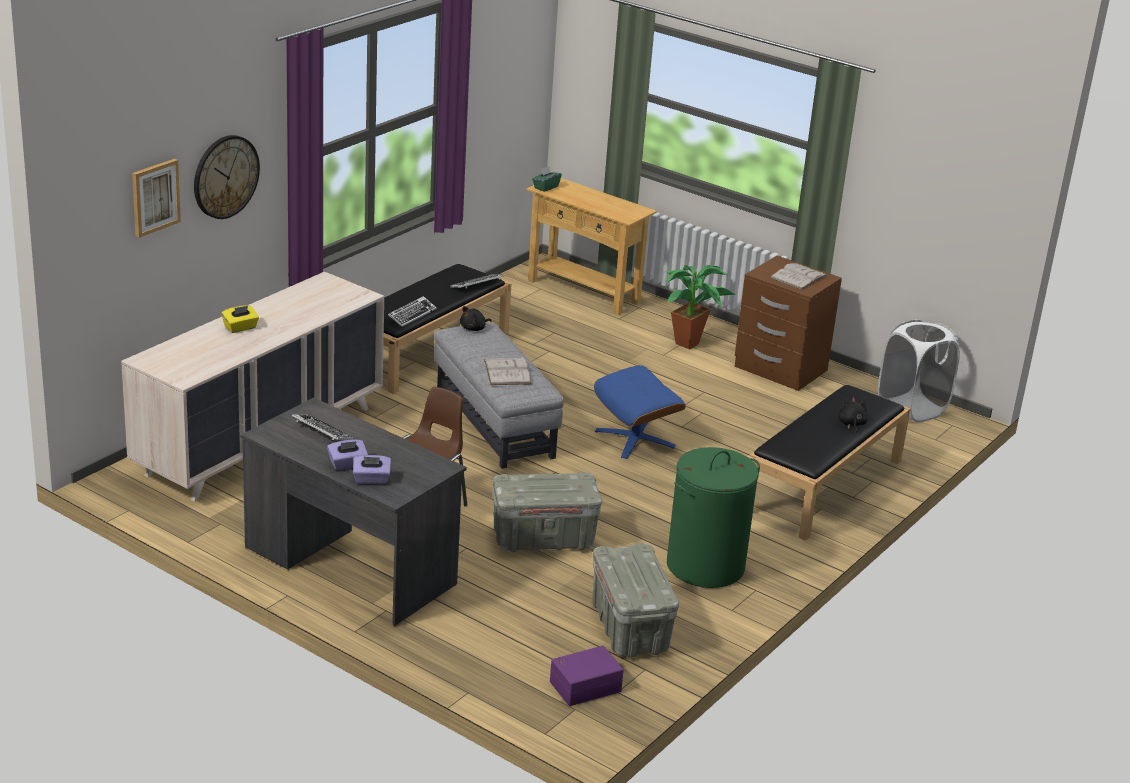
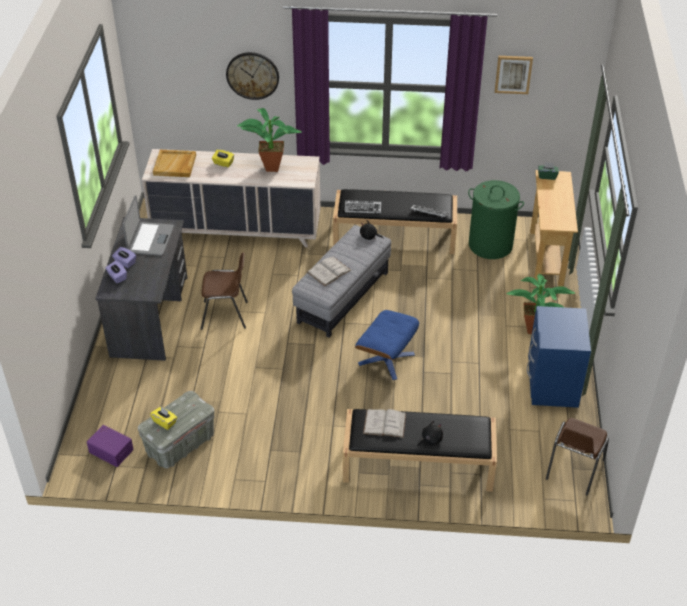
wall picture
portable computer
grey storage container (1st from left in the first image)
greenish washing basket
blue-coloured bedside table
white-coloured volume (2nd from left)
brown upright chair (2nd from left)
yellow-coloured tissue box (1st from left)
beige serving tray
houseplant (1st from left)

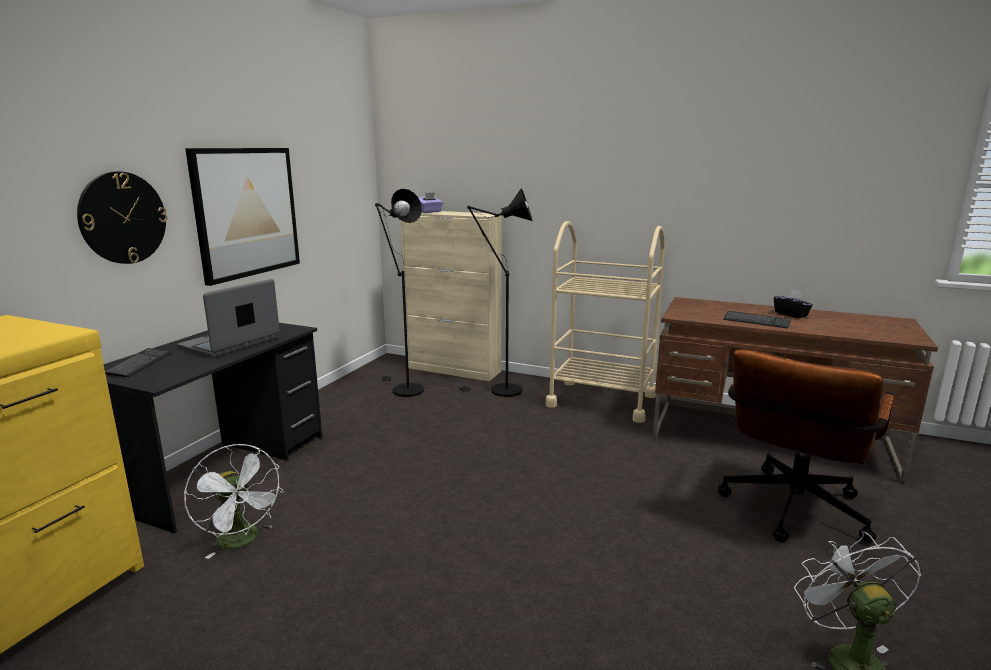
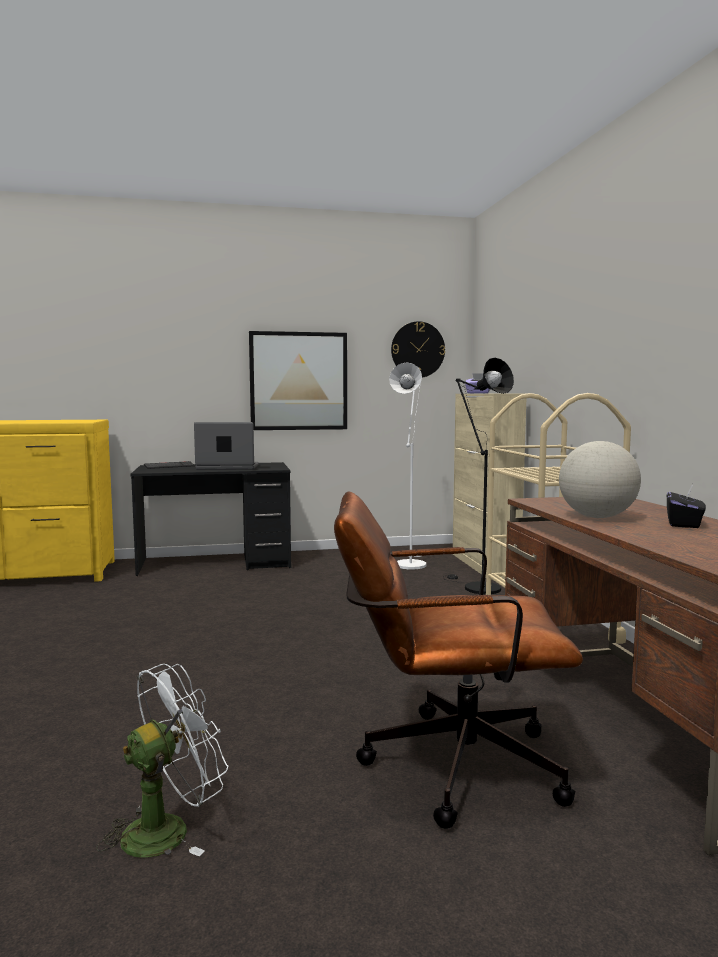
clock on the wall
white-coloured cooling fan (1st from left in the first image)
white-coloured floor lamp
desk globe

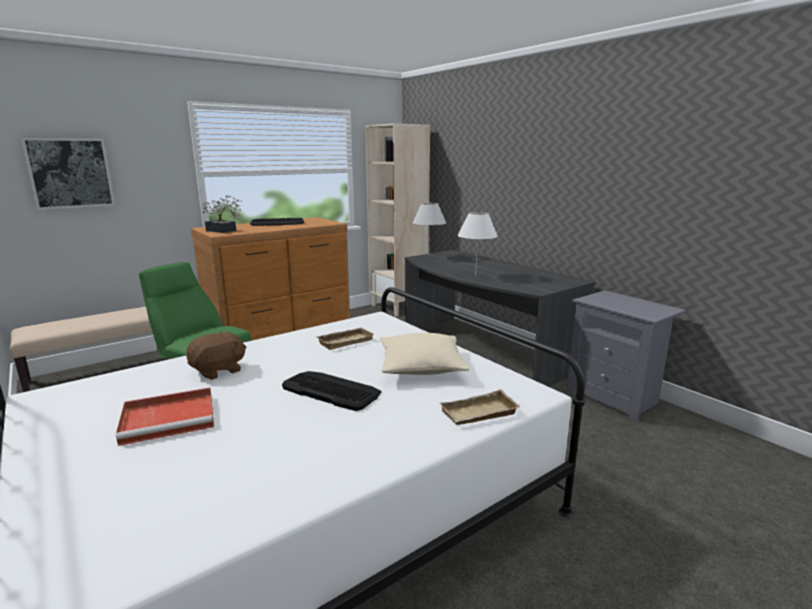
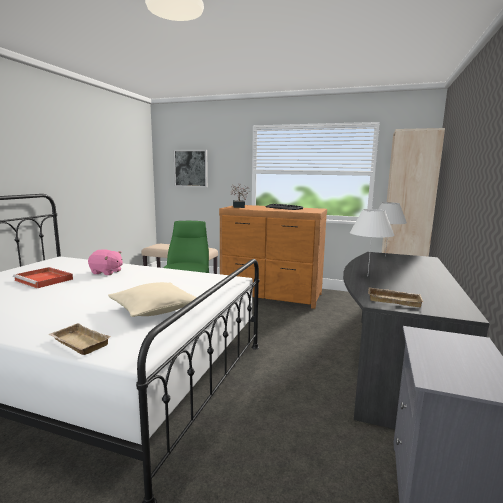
pink plush toy
PC keyboard (2nd from left in the first image)
beige serving tray (2nd from left)

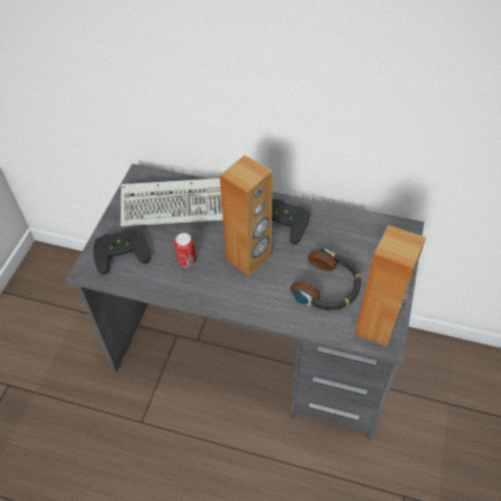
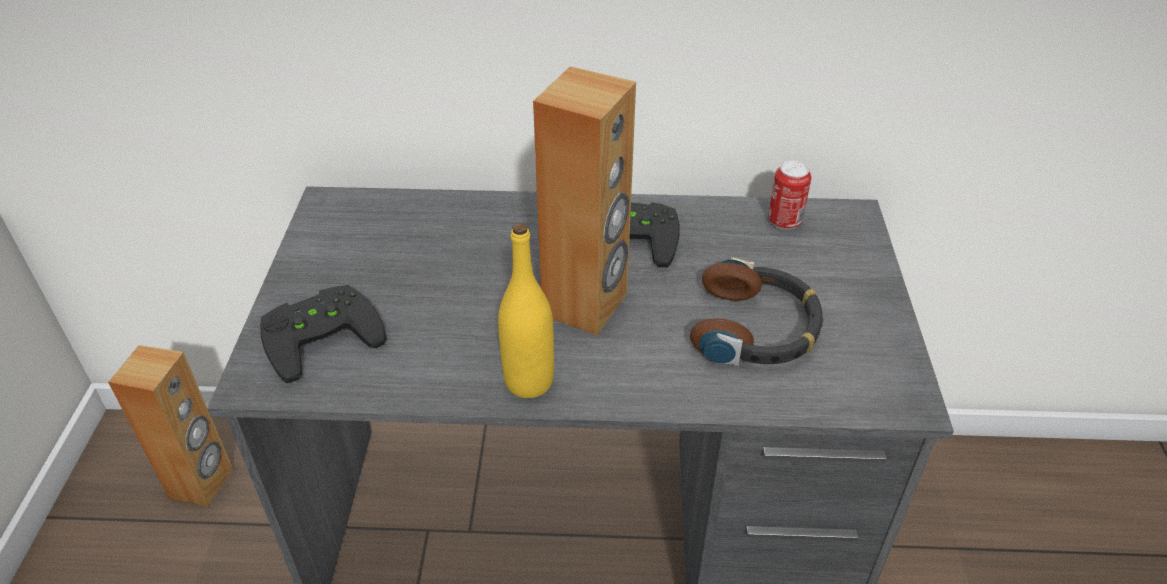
PC keyboard
sealed can
brown speaker (1st from left)
yellow-coloured bottle

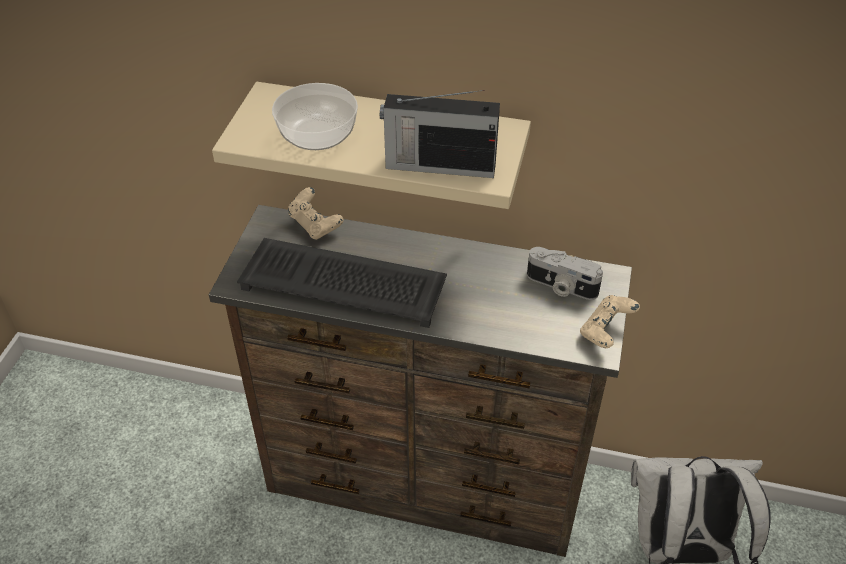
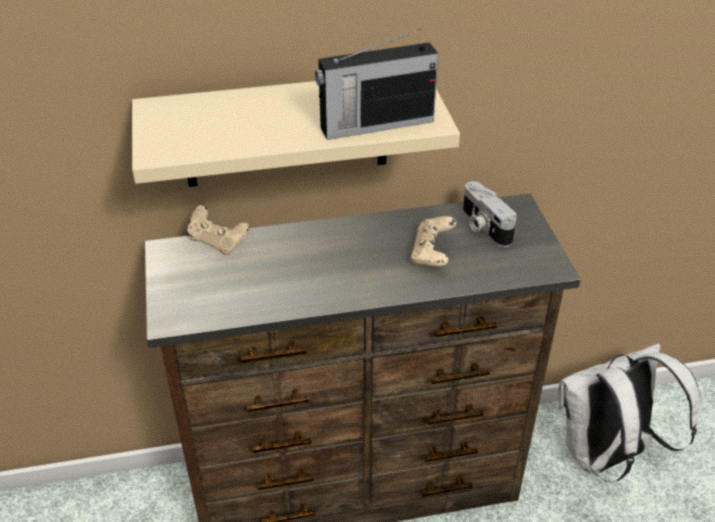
PC keyboard
deep dish
photo camera
beige gamepad (2nd from left)

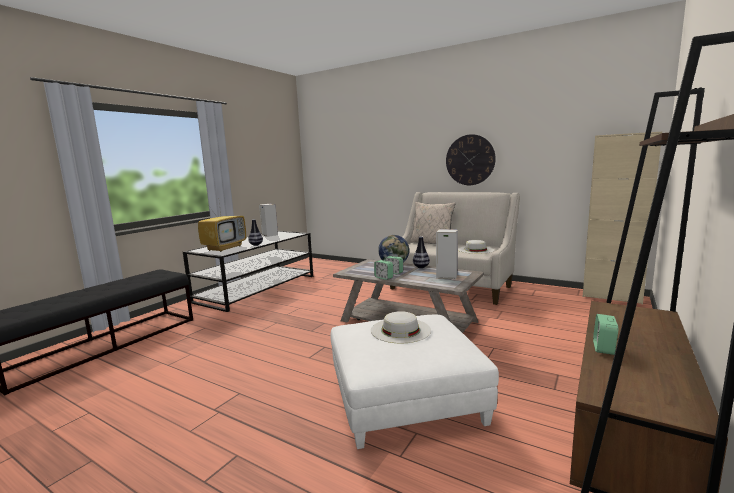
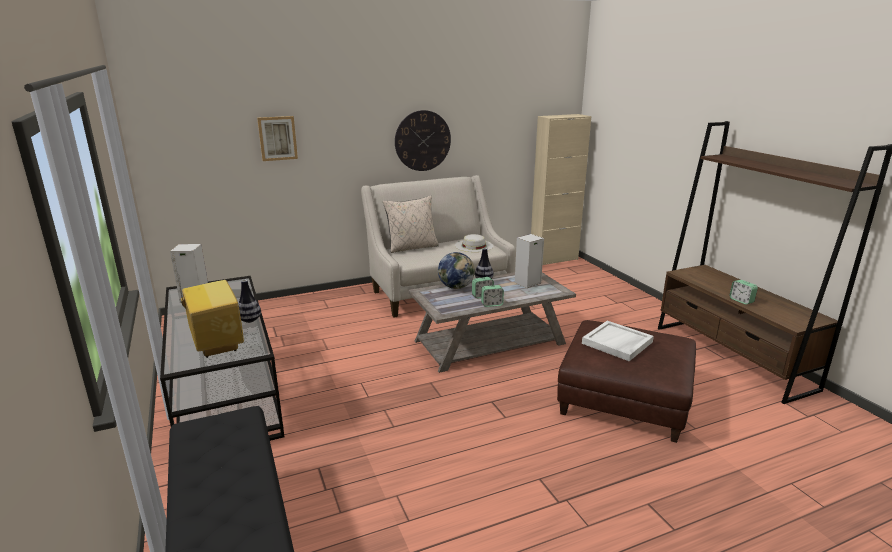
brown pouffe
white-coloured serving tray
wall picture

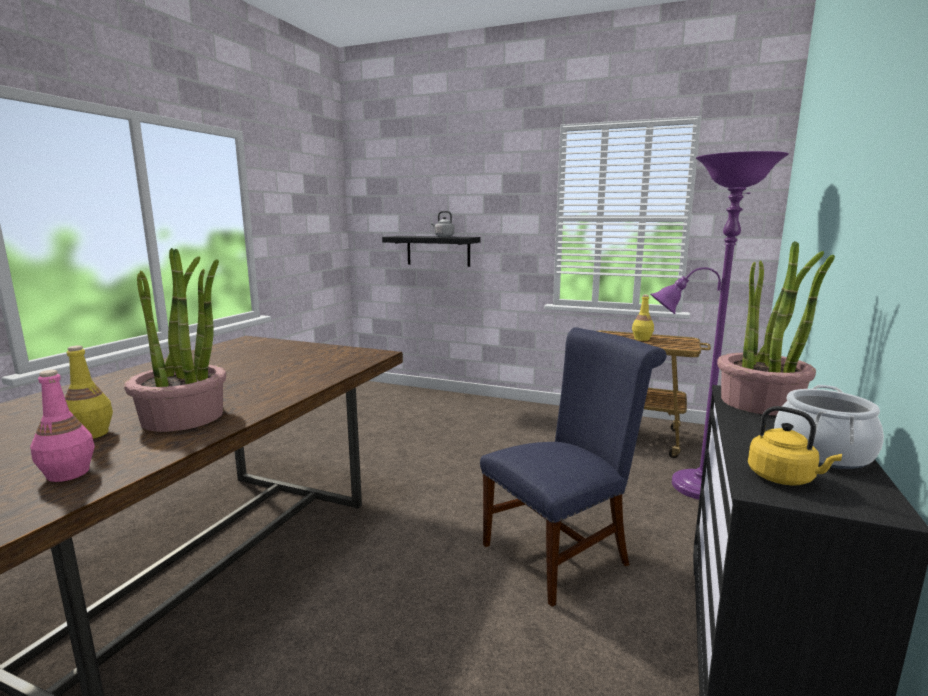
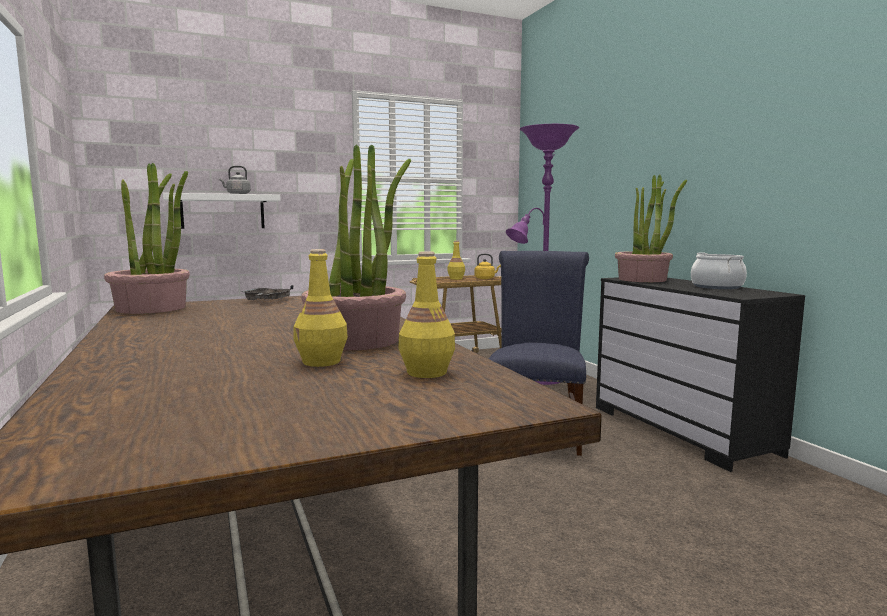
yellow-coloured bottle (2nd from left)
white-coloured shelf
yellow-coloured tea kettle
houseplant (1st from left)
grey serving tray

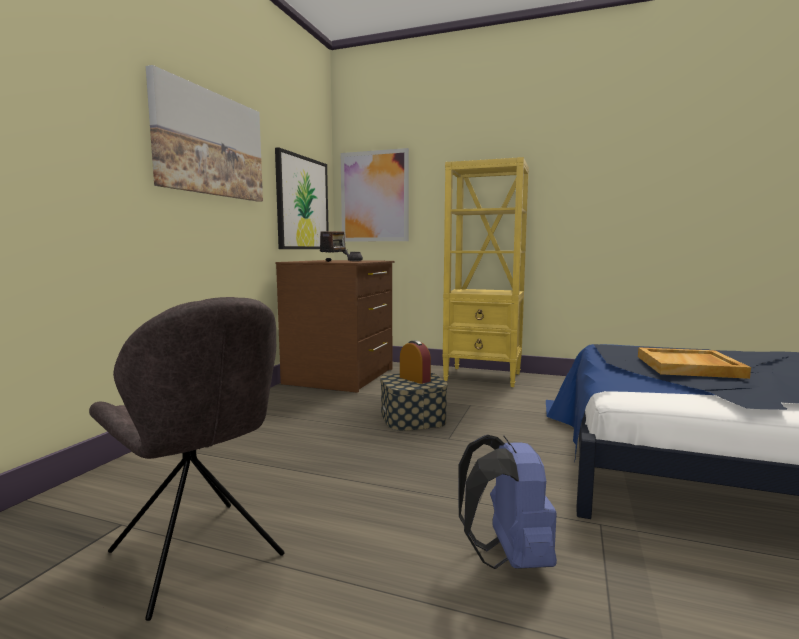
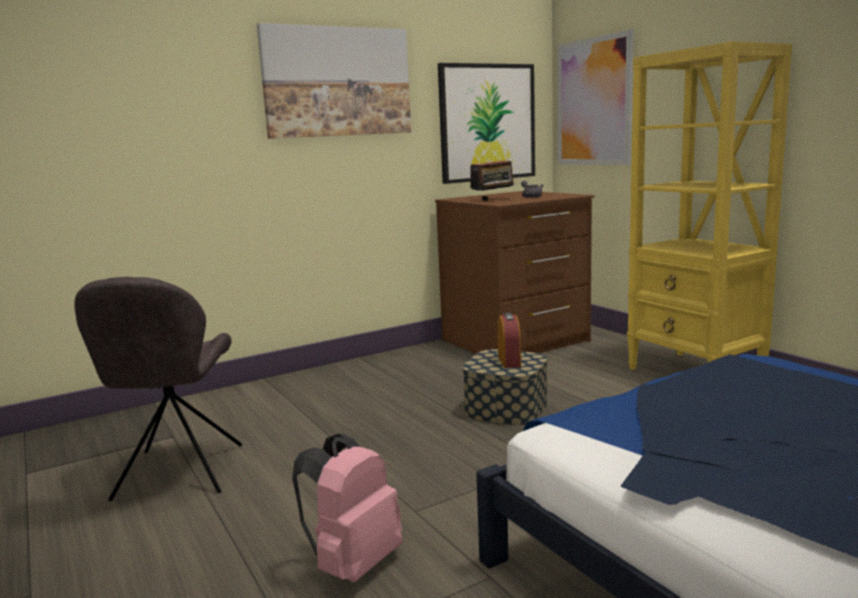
pink backpack
beige serving tray

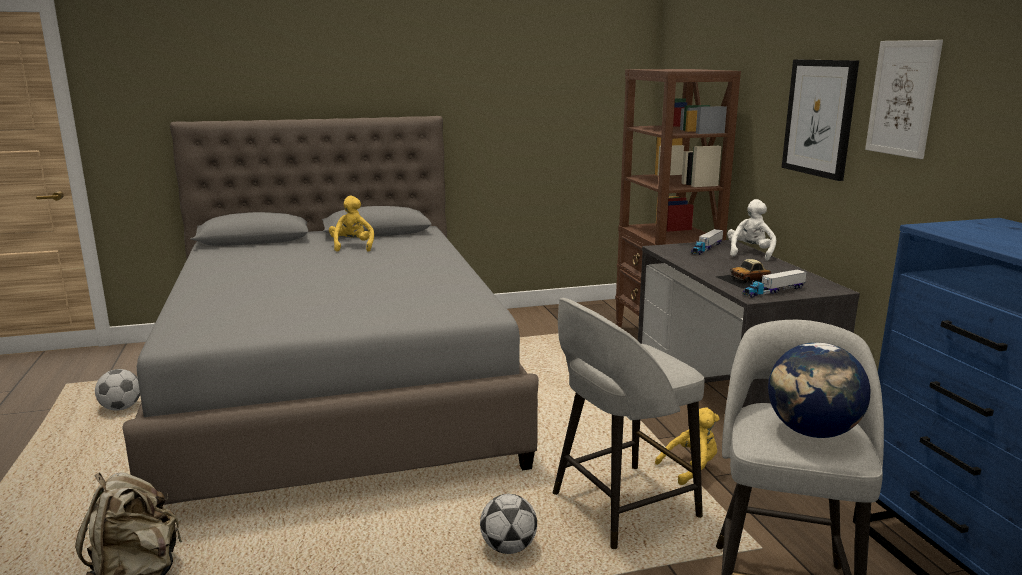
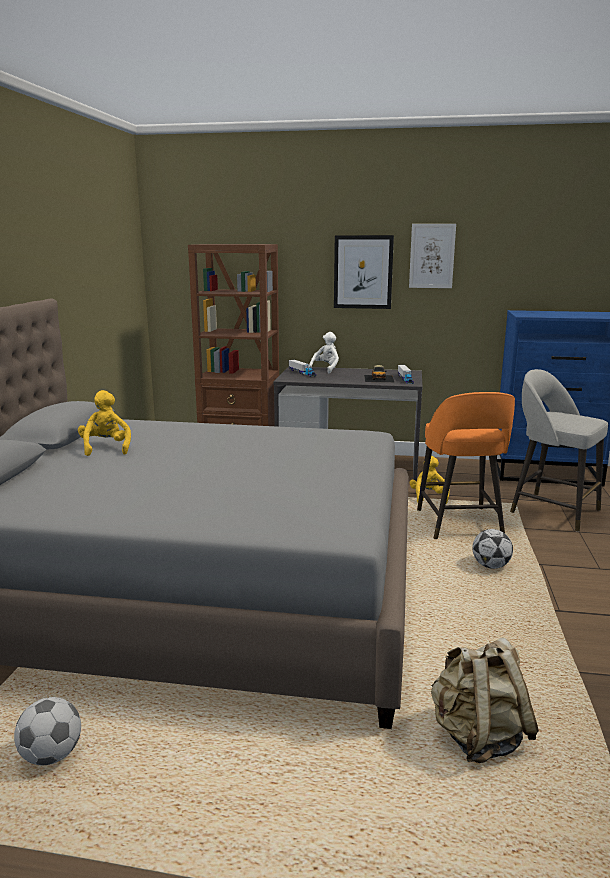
yellow-coloured plush toy (1st from left)
orange sitting stool
white-coloured plush toy
desk globe

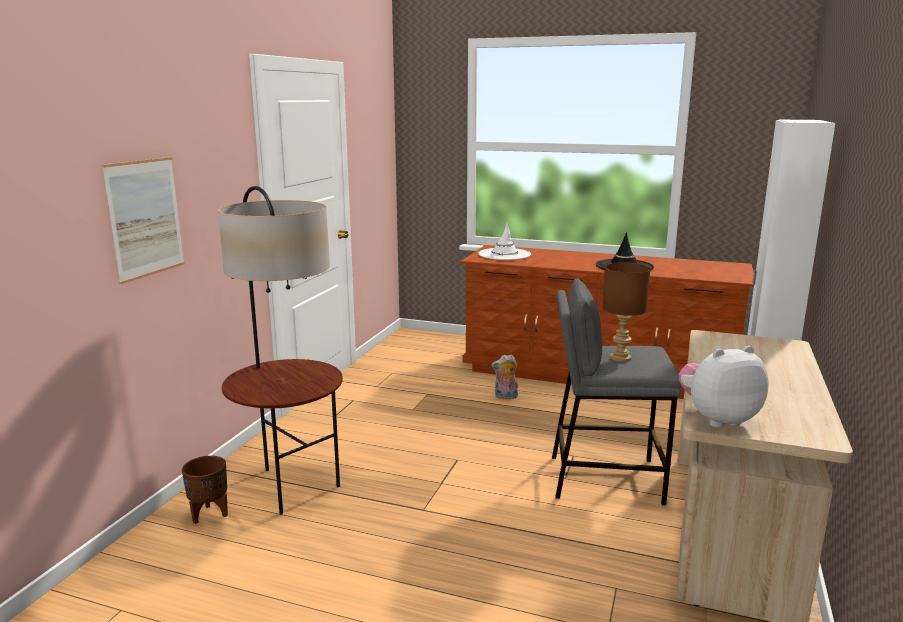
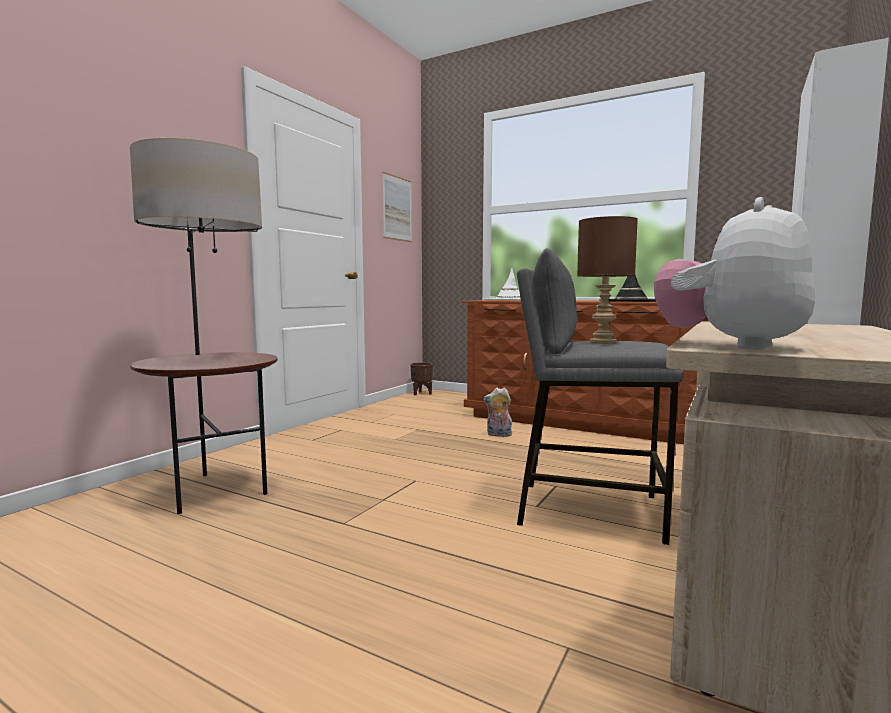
wall picture
brown planter
plush toy (2nd from left)

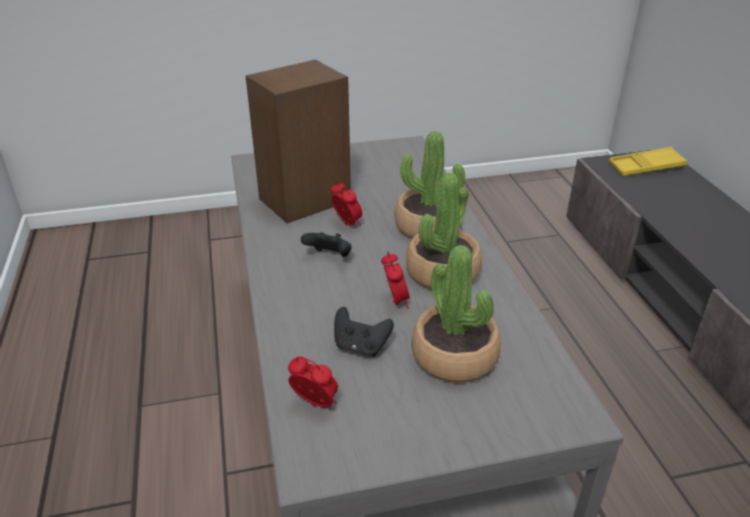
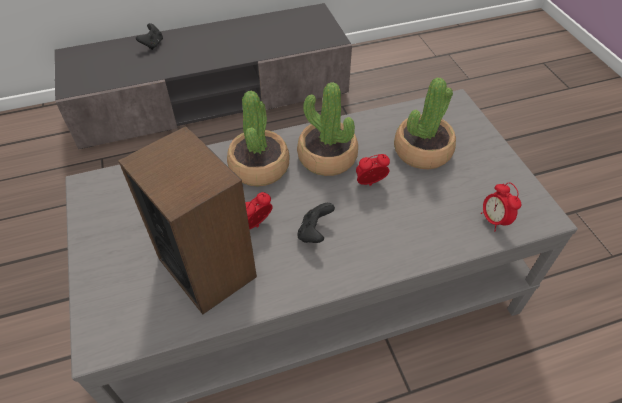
alarm clock (3rd from left)
blackish gamepad (1st from left)
yellow-coloured serving tray

